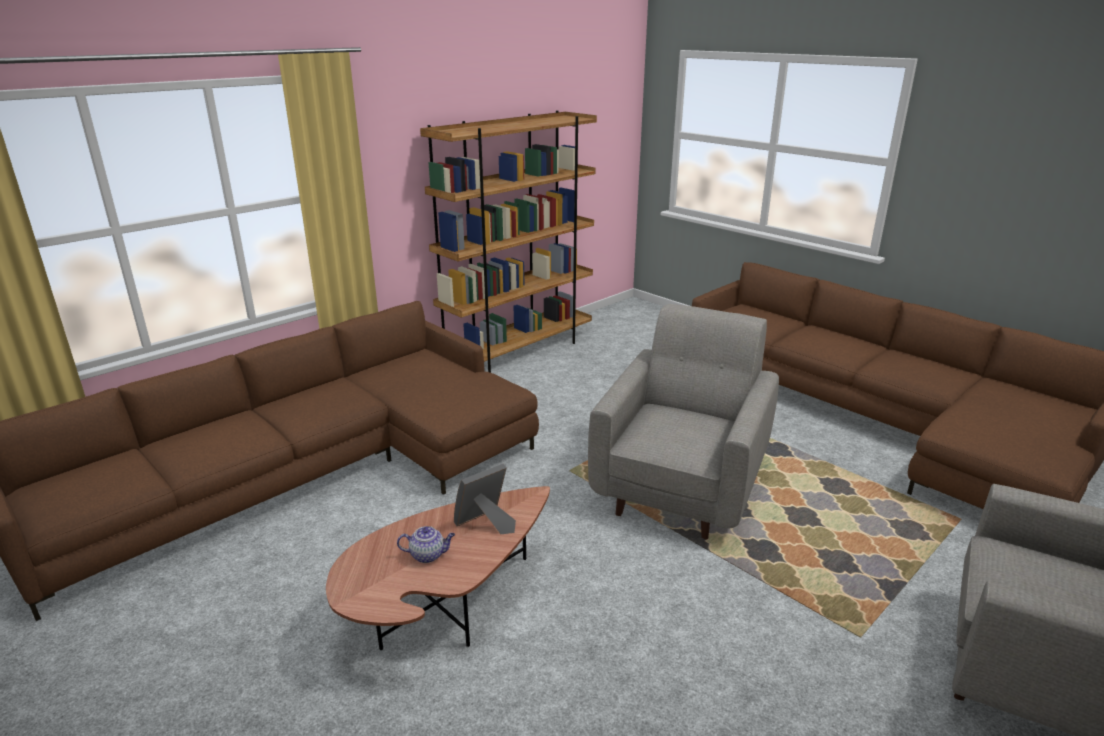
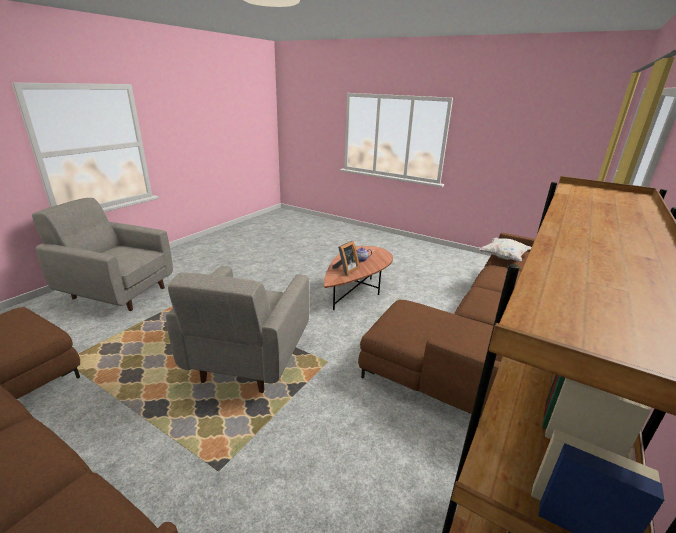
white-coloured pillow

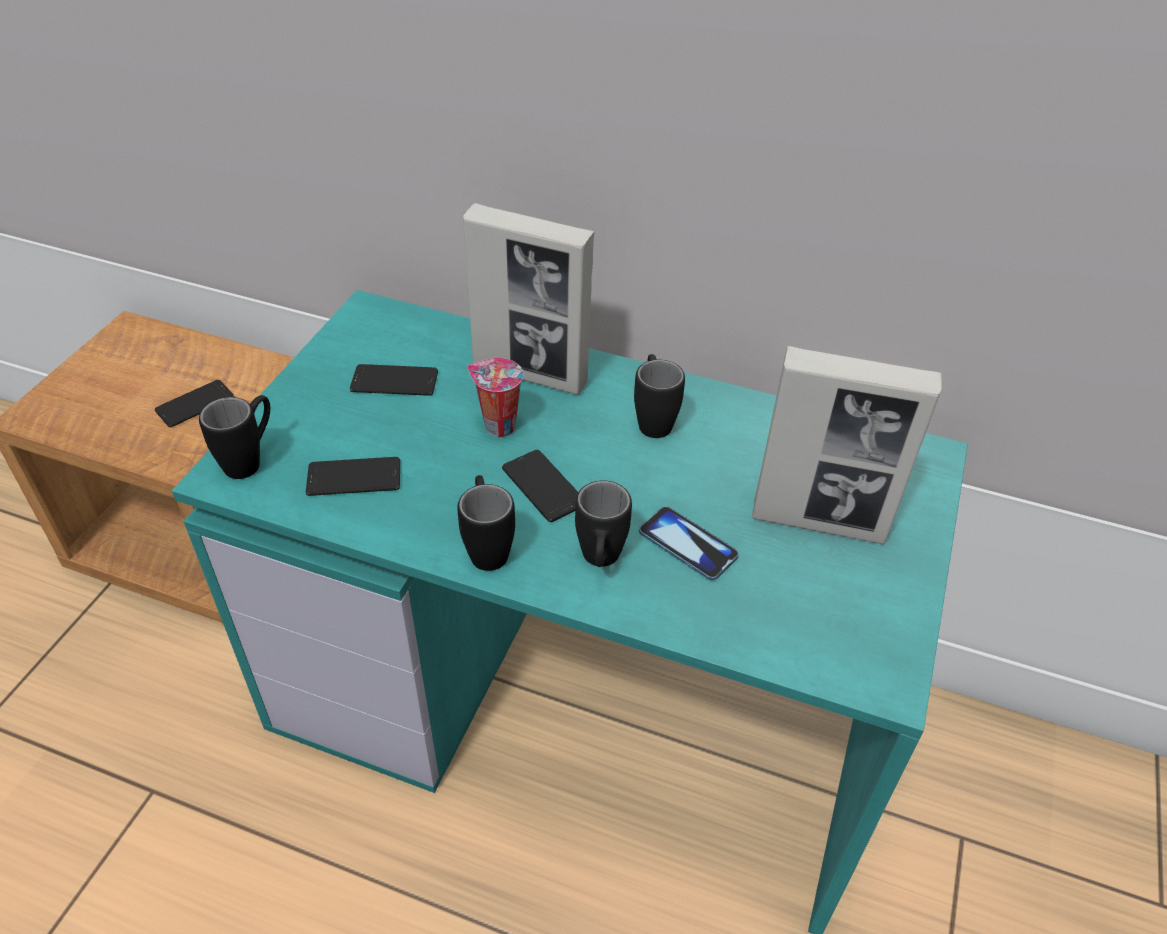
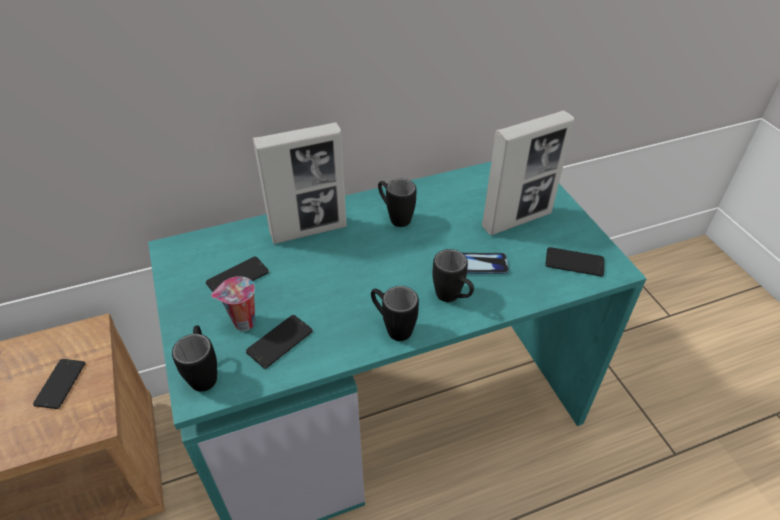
small cup
telephone (5th from left)

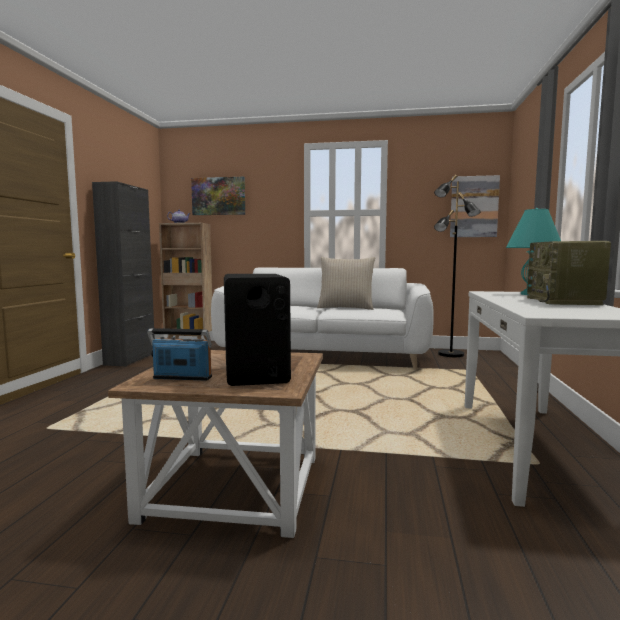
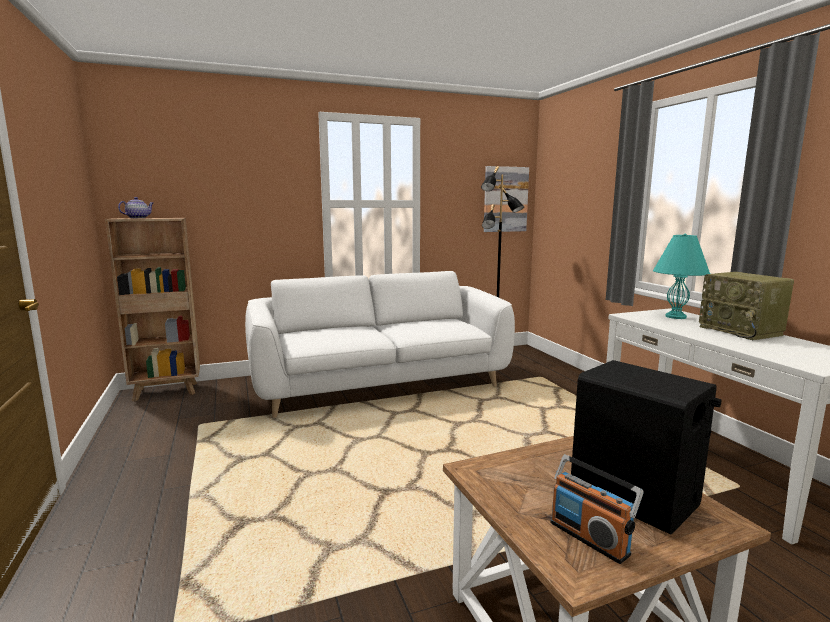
blackish cupboard
radio receiver (1st from left)
wall picture (1st from left in the first image)
beige pillow

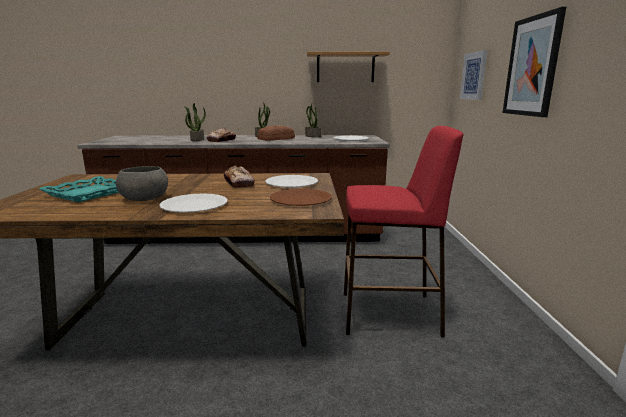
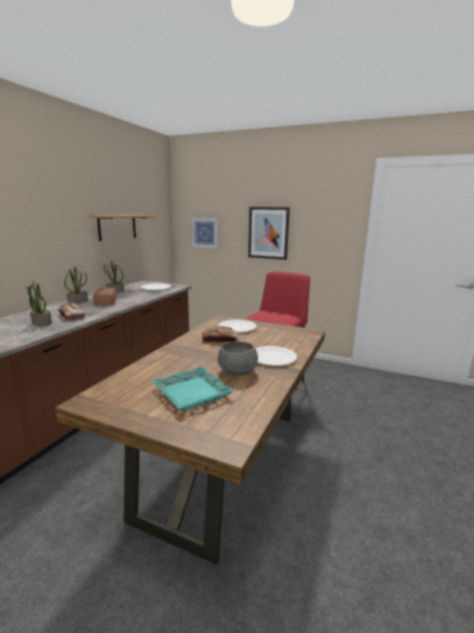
brown flat dish

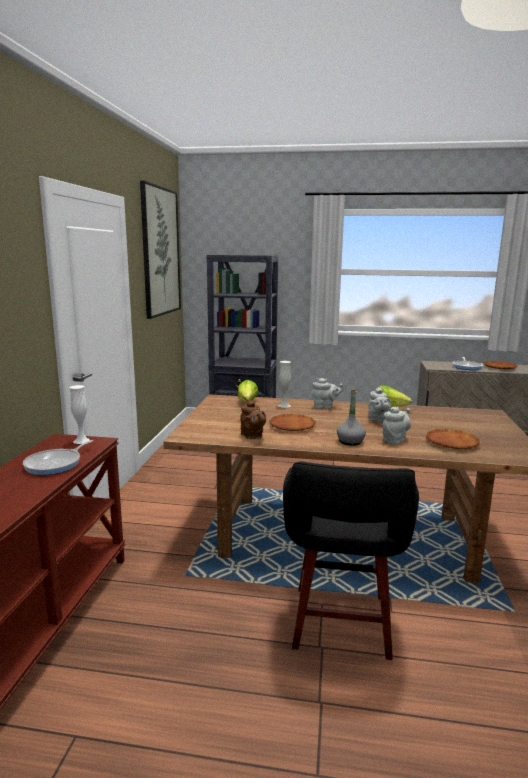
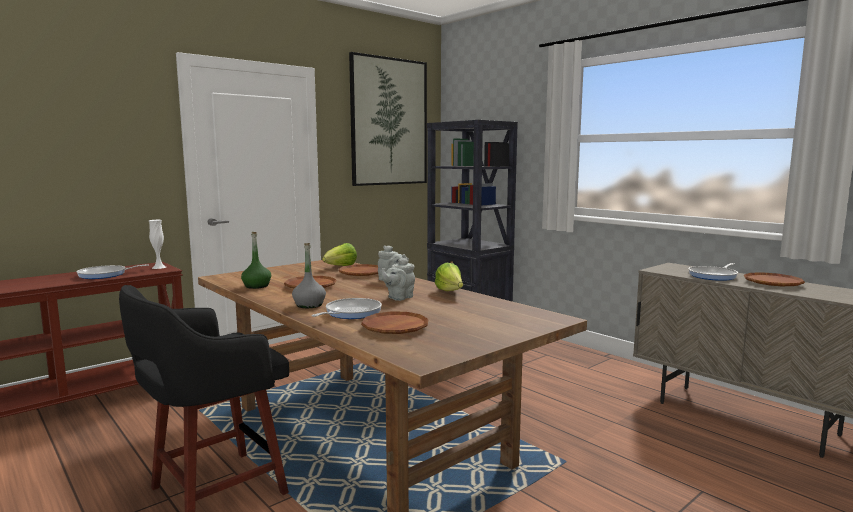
greenish bottle
brown flat dish (2nd from left)
frying pan (2nd from left)

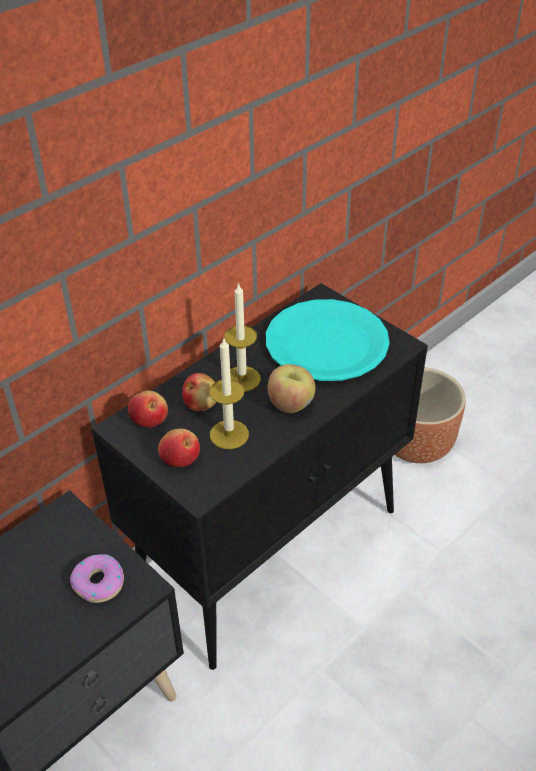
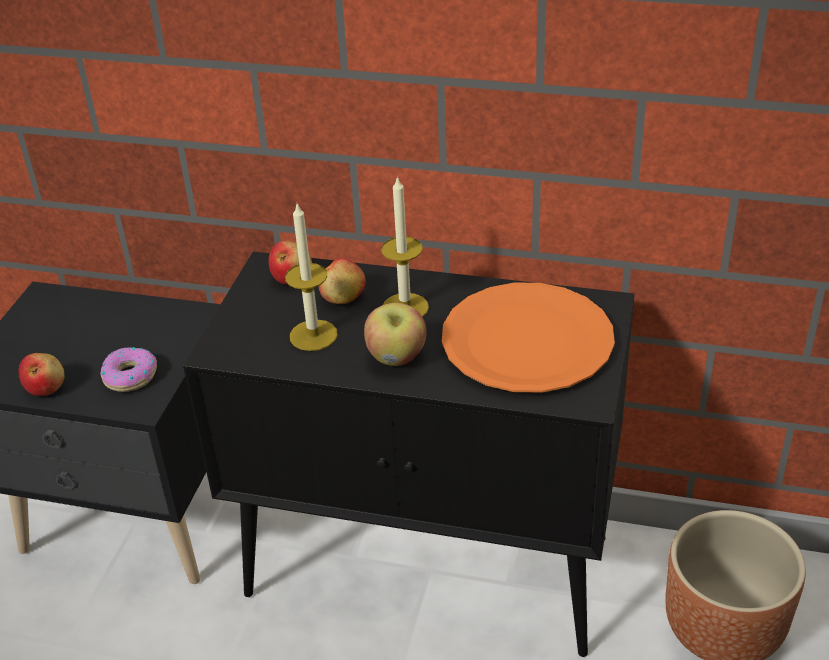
apple (1st from left)
orange flat dish

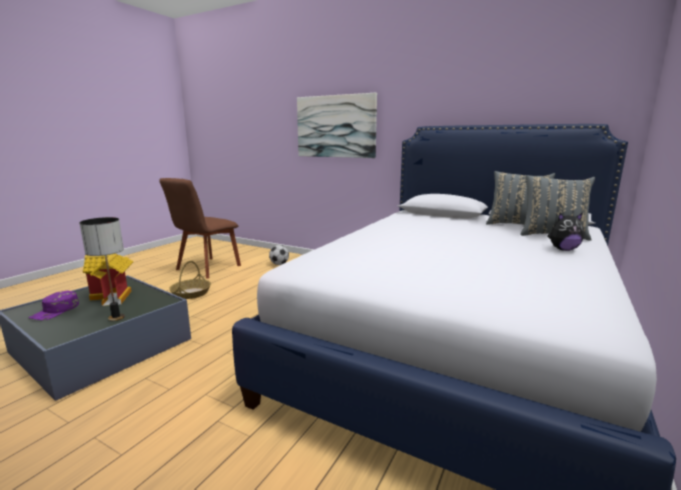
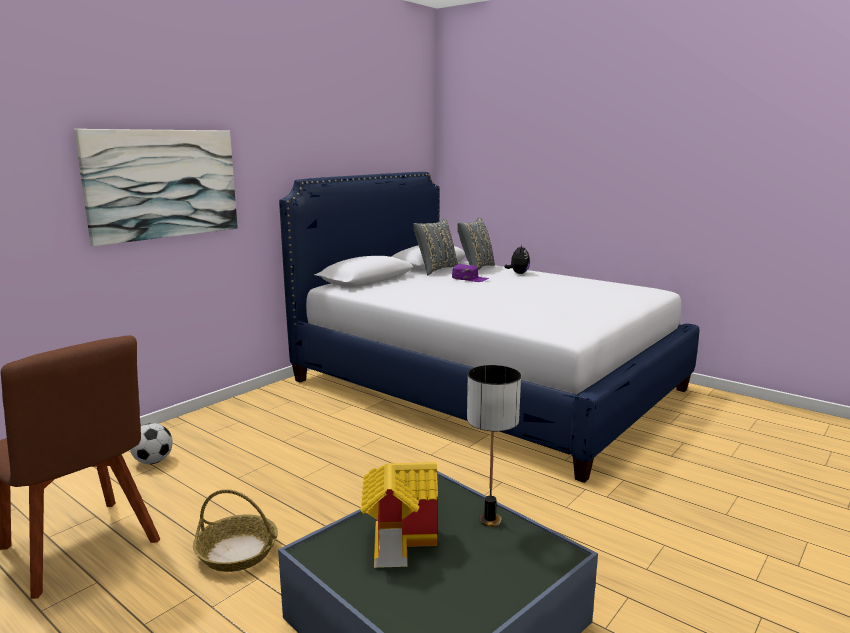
purplish cap

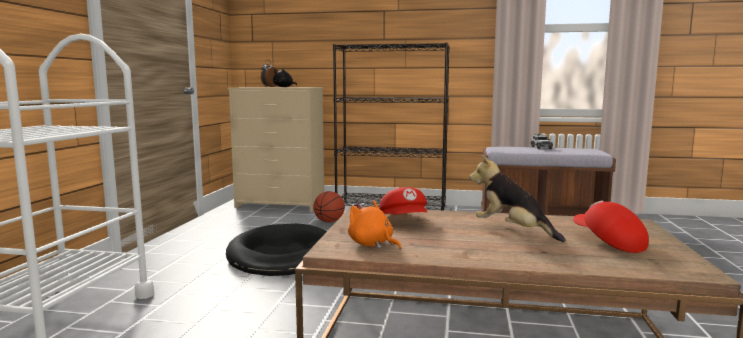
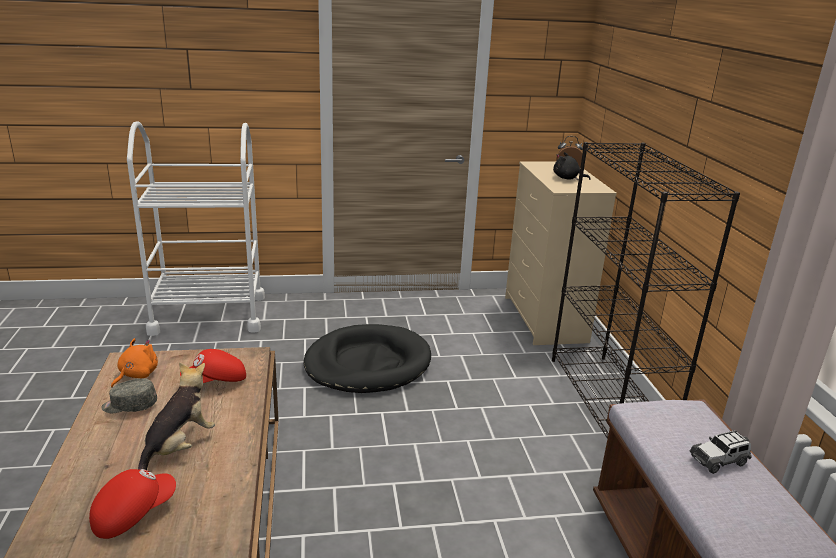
basketball ball
grey cap

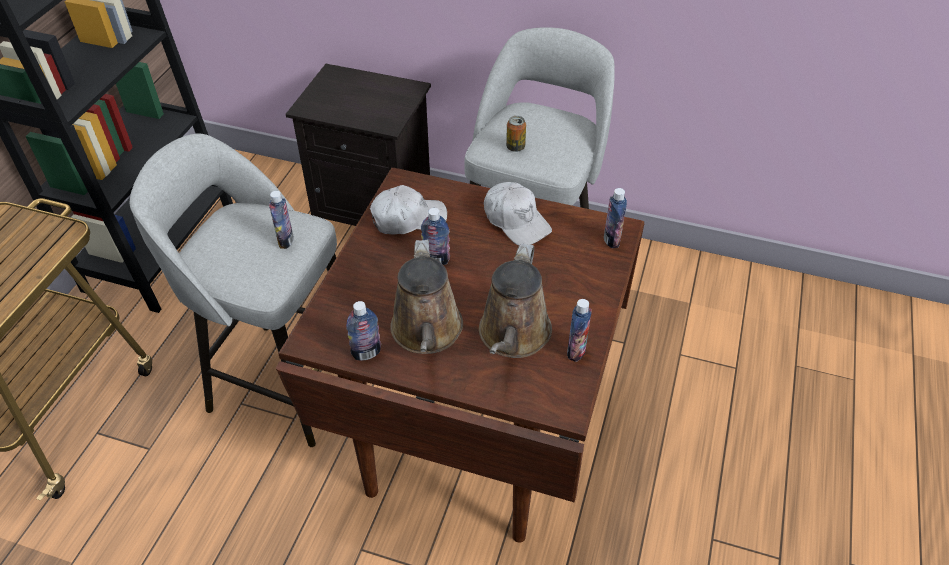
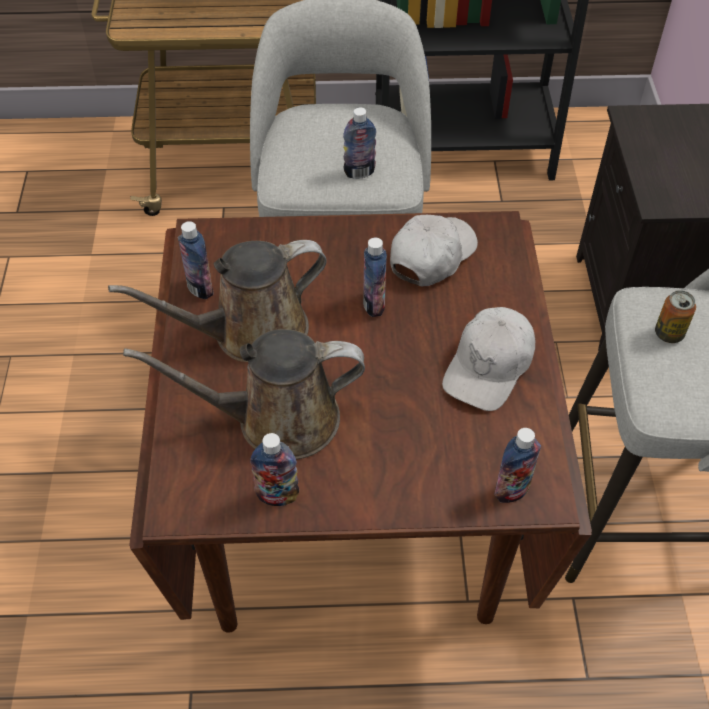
white-coloured cap (1st from left)

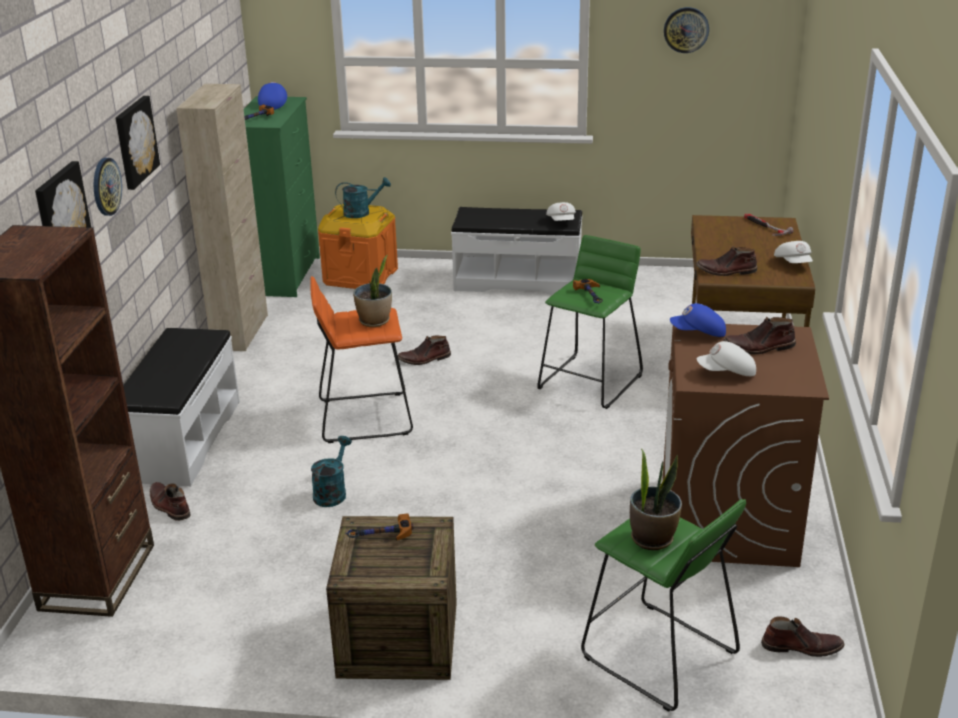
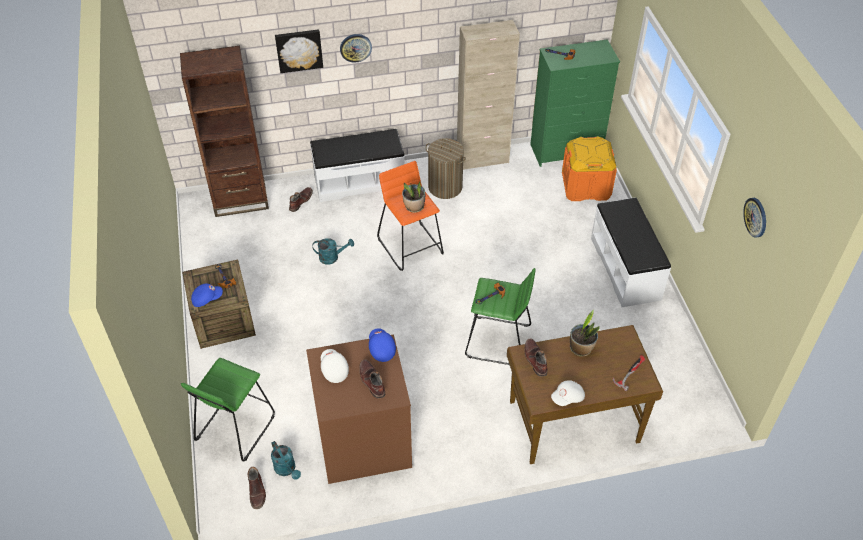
wall picture (2nd from left in the first image)
blue-coloured cap (1st from left)
turquoise-coloured watering pot (1st from left)
brown high-top boot (2nd from left in the first image)
white-coloured cap (1st from left in the first image)
houseplant (2nd from left)
washing basket

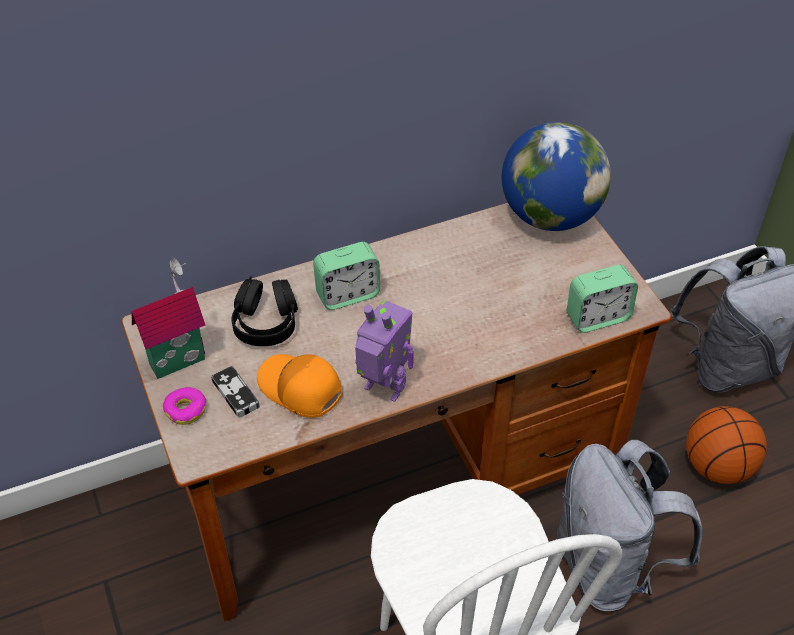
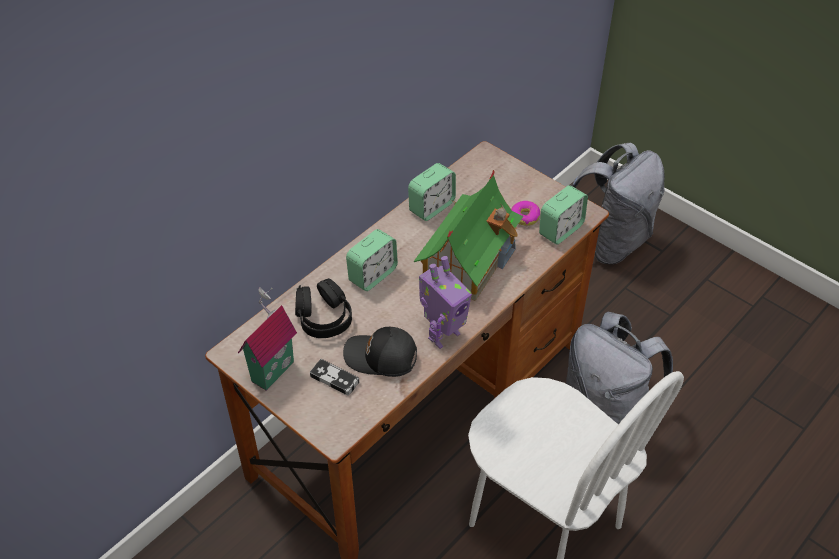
donut
blackish cap
toy robot
desk globe
basketball ball
alarm clock (2nd from left)
miniature house (2nd from left)

